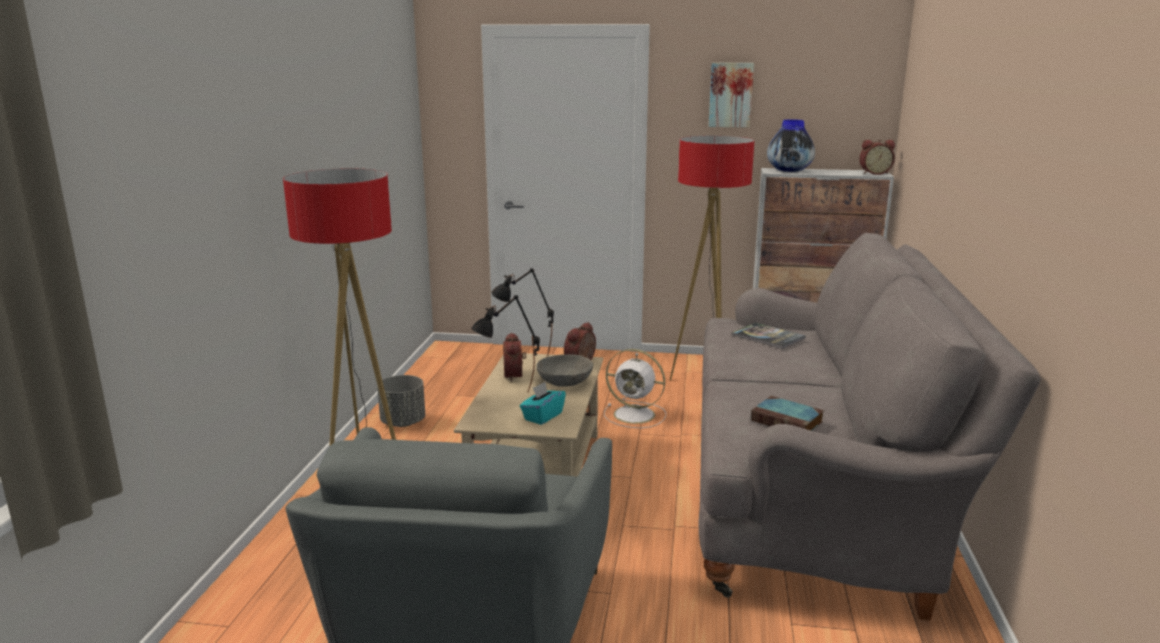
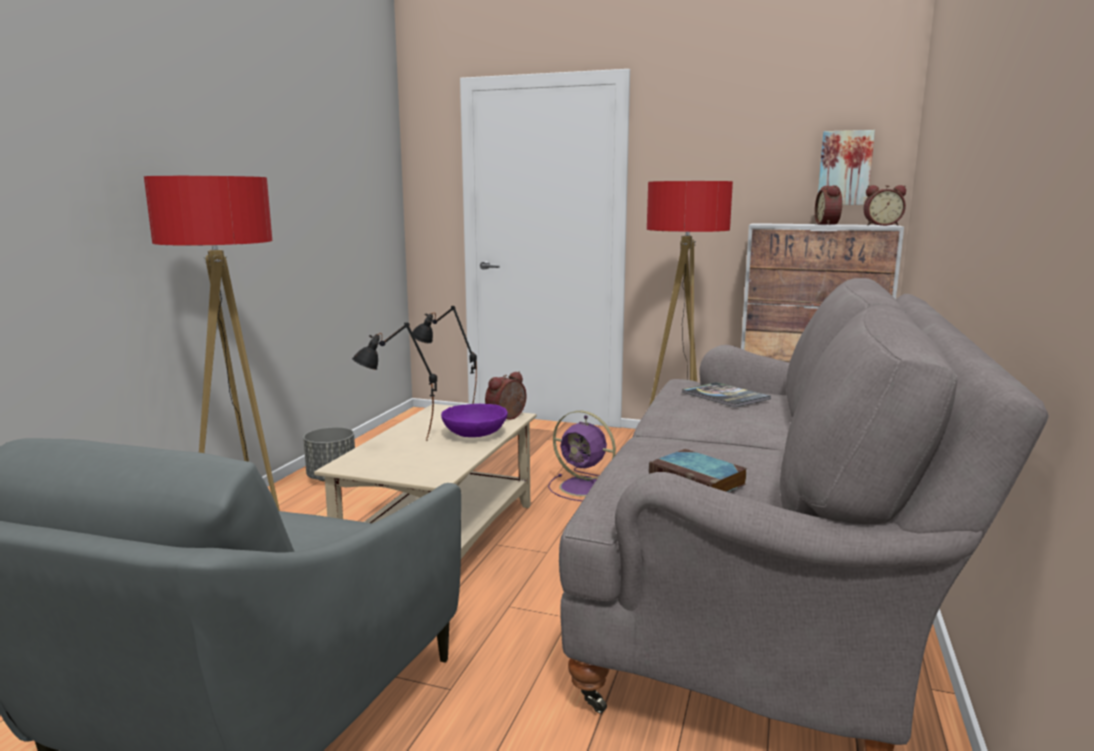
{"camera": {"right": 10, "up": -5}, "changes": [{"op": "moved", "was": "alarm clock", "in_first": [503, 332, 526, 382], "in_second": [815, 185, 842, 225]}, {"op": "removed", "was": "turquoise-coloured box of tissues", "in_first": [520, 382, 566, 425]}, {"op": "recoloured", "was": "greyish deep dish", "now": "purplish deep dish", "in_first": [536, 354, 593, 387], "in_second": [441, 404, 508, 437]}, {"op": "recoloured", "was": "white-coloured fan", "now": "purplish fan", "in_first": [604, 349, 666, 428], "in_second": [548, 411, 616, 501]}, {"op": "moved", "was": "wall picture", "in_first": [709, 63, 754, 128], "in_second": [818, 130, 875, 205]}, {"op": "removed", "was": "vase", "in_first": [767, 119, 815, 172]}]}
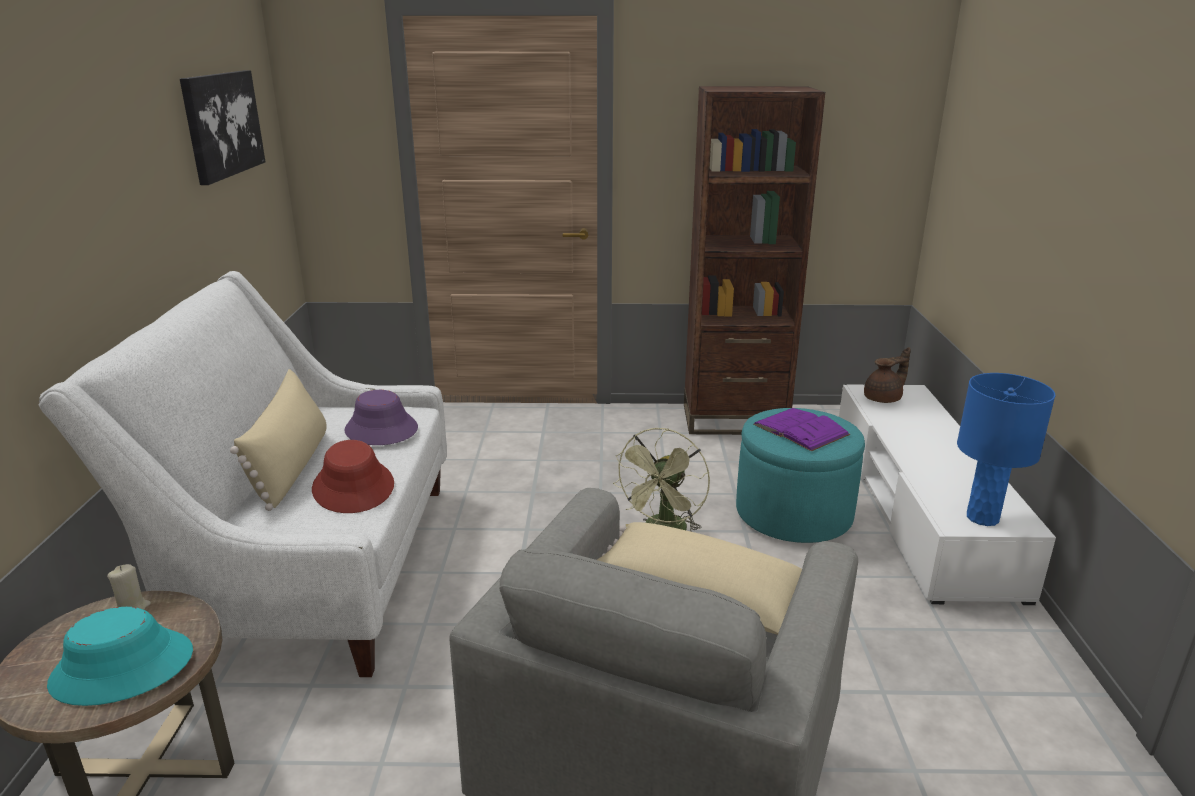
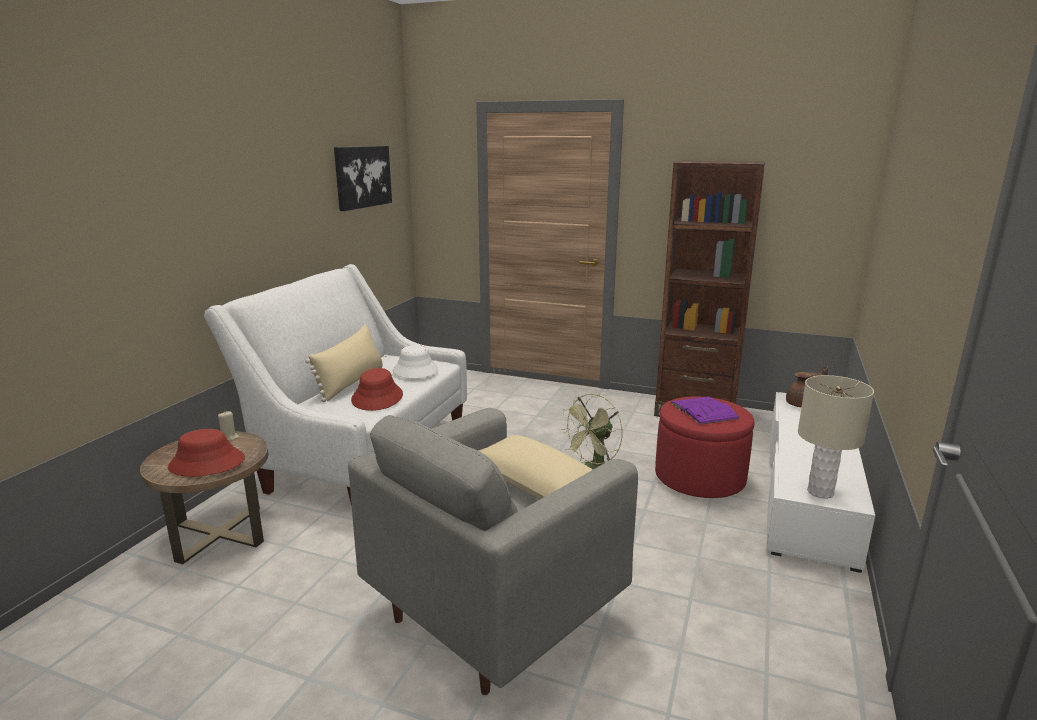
{"camera": {"right": 20, "up": -5}, "changes": [{"op": "recoloured", "was": "turquoise-coloured clothing hat", "now": "red clothing hat", "in_first": [47, 607, 193, 706], "in_second": [168, 429, 245, 477]}, {"op": "recoloured", "was": "purplish clothing hat", "now": "white-coloured clothing hat", "in_first": [344, 390, 418, 445], "in_second": [393, 345, 438, 378]}, {"op": "recoloured", "was": "turquoise-coloured pouffe", "now": "red pouffe", "in_first": [736, 408, 865, 543], "in_second": [655, 396, 754, 498]}, {"op": "recoloured", "was": "blue-coloured lamp for a table", "now": "beige-coloured lamp for a table", "in_first": [957, 373, 1056, 526], "in_second": [798, 375, 874, 499]}]}
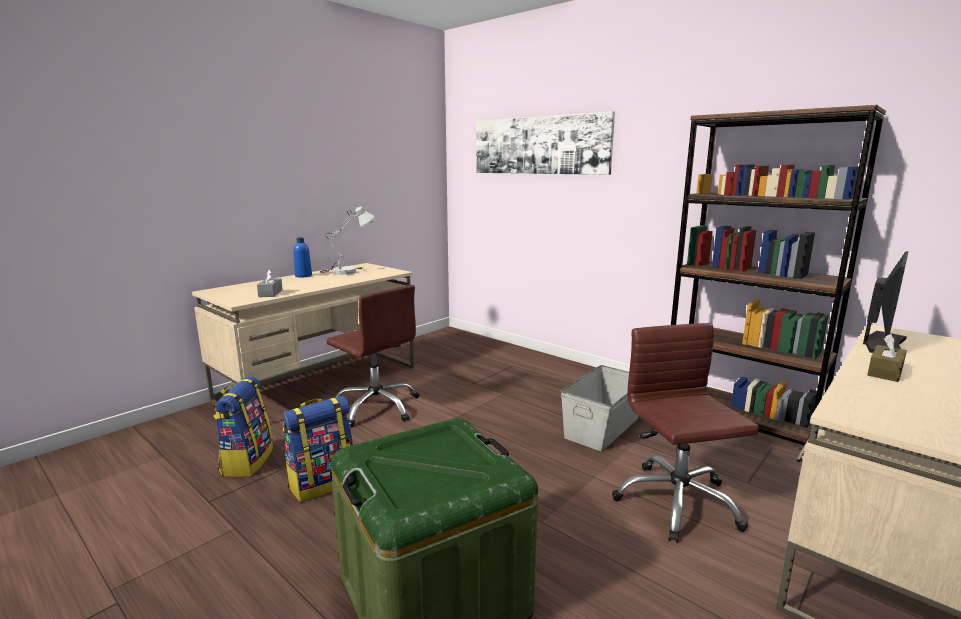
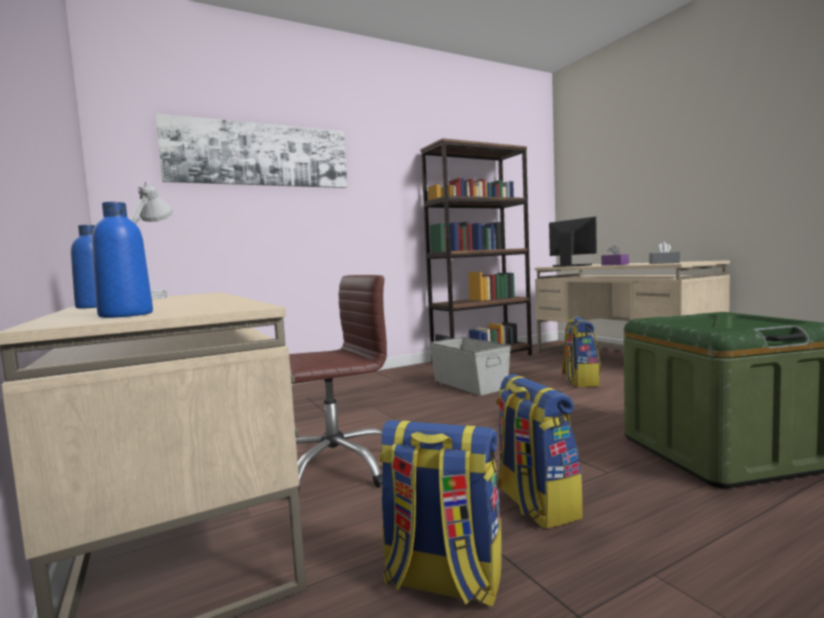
{"camera": {"right": -70, "up": -10}, "changes": [{"op": "moved", "was": "greyish box of tissues", "in_first": [257, 269, 283, 297], "in_second": [649, 242, 680, 264]}, {"op": "replaced", "was": "brownish computer chair", "now": "rucksack", "in_first": [612, 323, 760, 543], "in_second": [562, 316, 601, 387]}, {"op": "recoloured", "was": "brownish box of tissues", "now": "purplish box of tissues", "in_first": [867, 334, 907, 382], "in_second": [601, 245, 629, 265]}, {"op": "added", "now": "blue-coloured bottle", "in_second": [92, 202, 153, 318]}]}
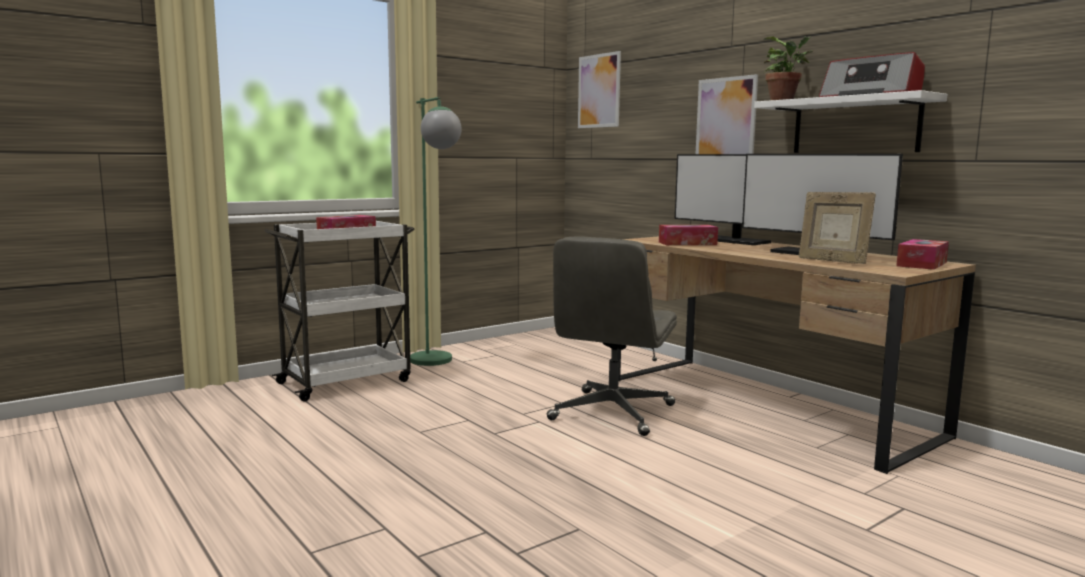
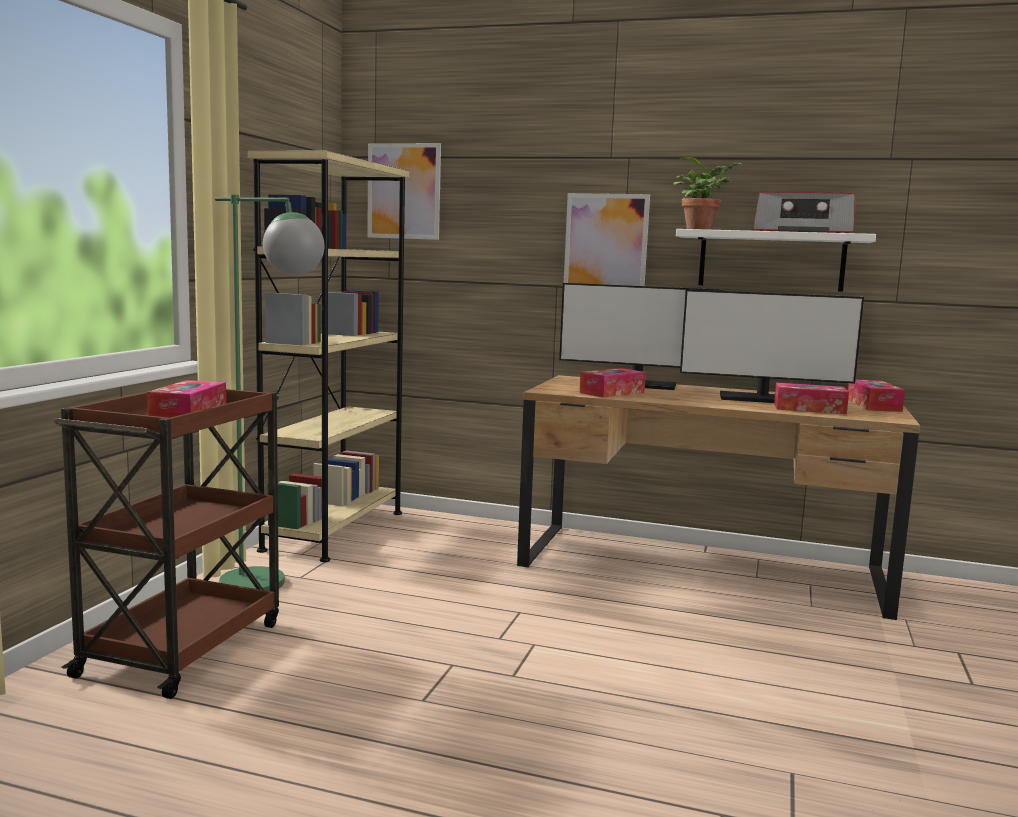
{"camera": {"right": -35, "up": 0}, "changes": [{"op": "recoloured", "was": "white-coloured trolley", "now": "brownish trolley", "in_first": [264, 220, 415, 401], "in_second": [53, 389, 279, 699]}, {"op": "removed", "was": "greyish computer chair", "in_first": [547, 236, 677, 436]}, {"op": "replaced", "was": "standing frame", "now": "box of tissues", "in_first": [799, 192, 876, 264], "in_second": [774, 383, 849, 414]}, {"op": "added", "now": "beige-coloured shelving unit", "in_second": [248, 151, 409, 562]}]}
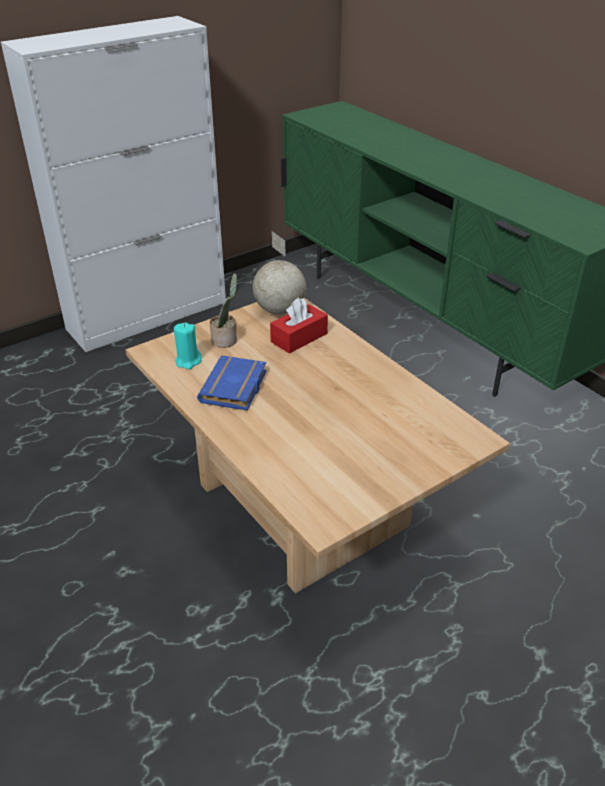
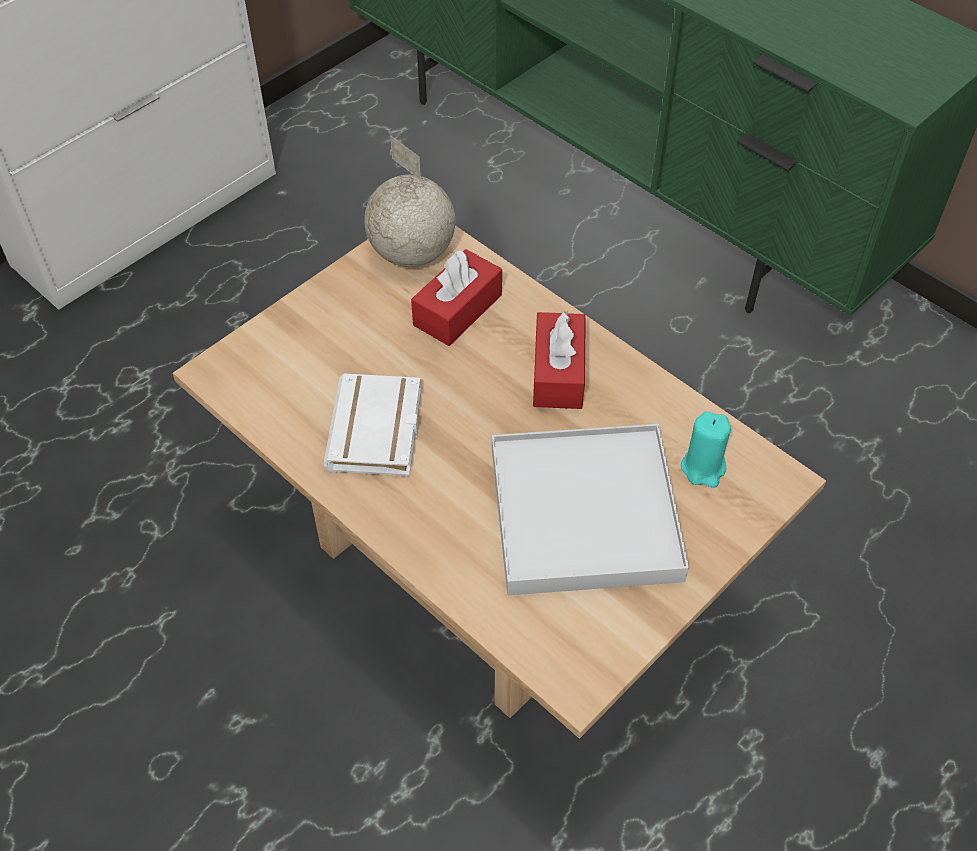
{"camera": {"right": -10, "up": 15}, "changes": [{"op": "moved", "was": "turquoise-coloured candle", "in_first": [174, 323, 202, 370], "in_second": [681, 411, 731, 488]}, {"op": "recoloured", "was": "blue-coloured volume", "now": "white-coloured volume", "in_first": [197, 356, 267, 410], "in_second": [324, 373, 421, 476]}, {"op": "removed", "was": "plant in a pot", "in_first": [210, 273, 237, 348]}, {"op": "added", "now": "white-coloured tray", "in_second": [492, 424, 689, 595]}, {"op": "added", "now": "red box of tissues", "in_second": [533, 311, 586, 409]}]}
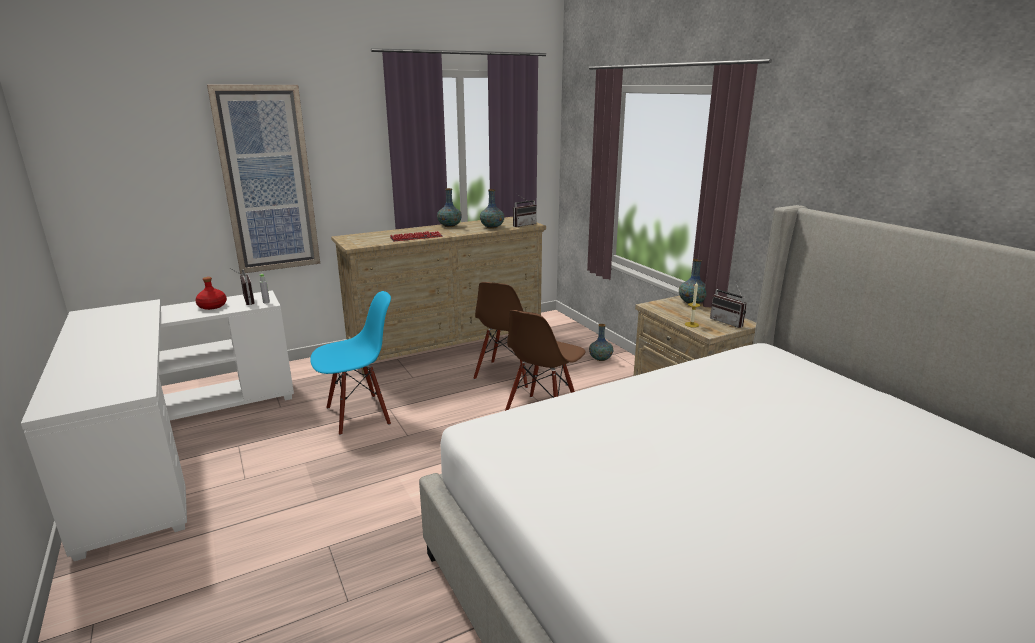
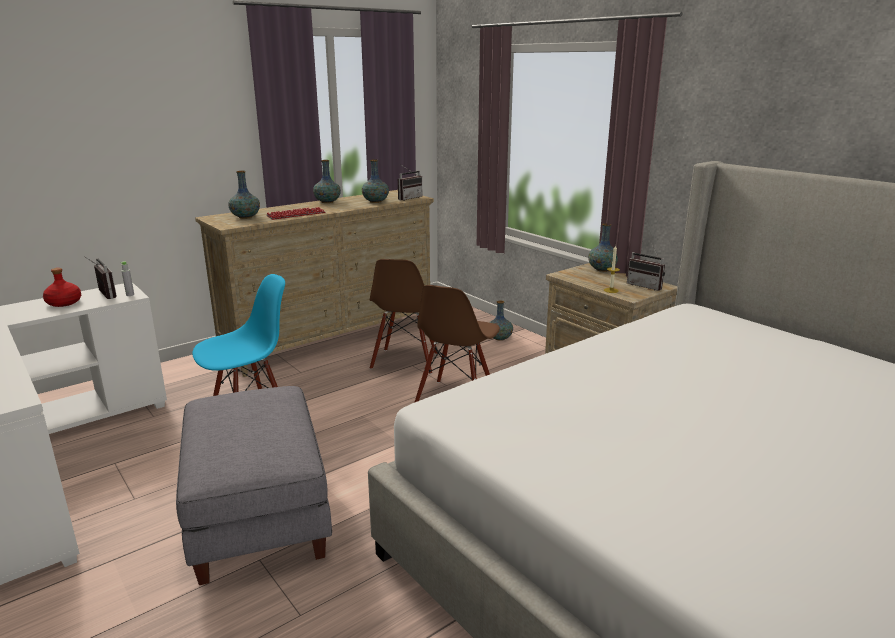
{"camera": {"right": -10, "up": 0}, "changes": [{"op": "removed", "was": "wall picture", "in_first": [207, 85, 320, 274]}, {"op": "added", "now": "greyish pouffe", "in_second": [176, 386, 332, 585]}, {"op": "added", "now": "vase", "in_second": [228, 171, 260, 219]}]}
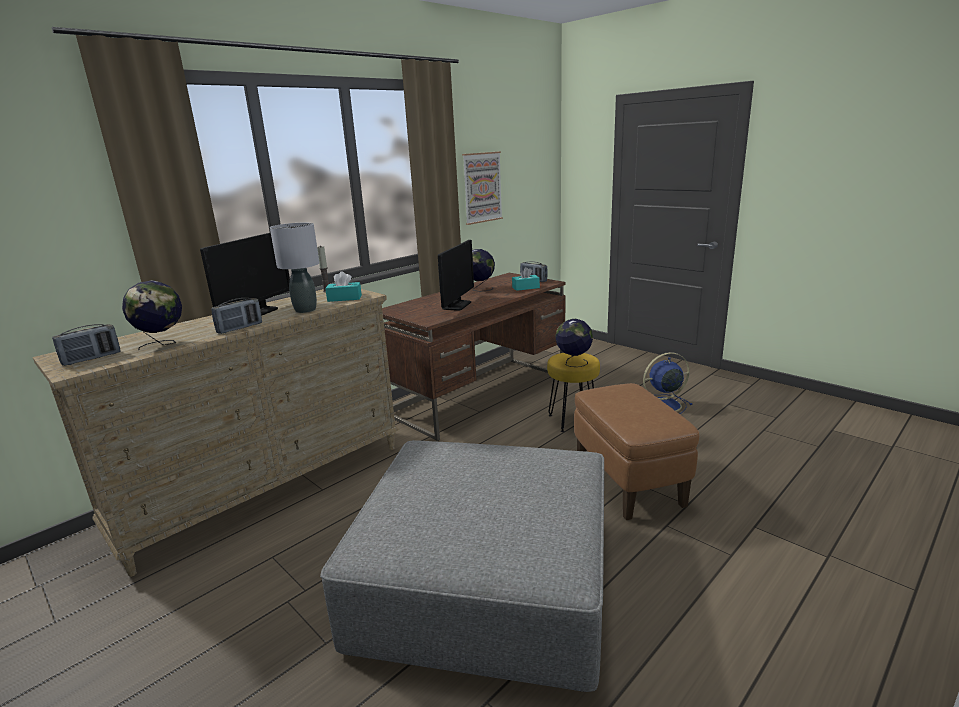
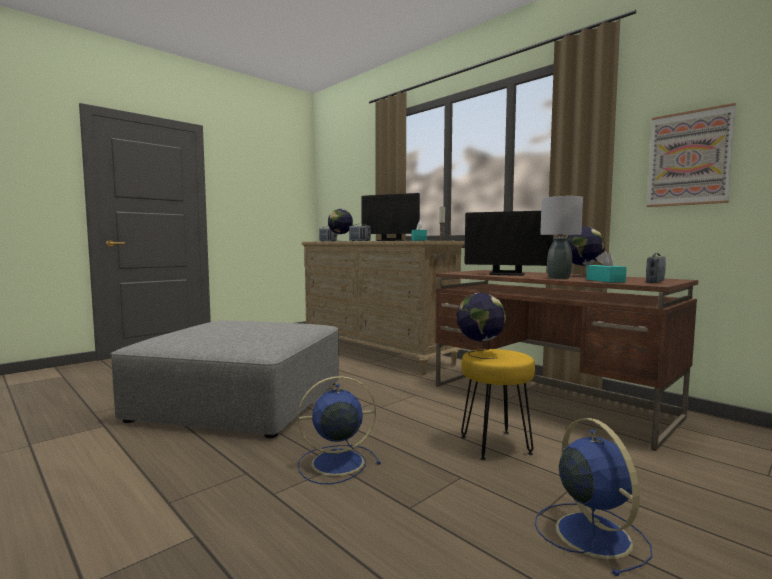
{"camera": {"right": 90, "up": -15}, "changes": [{"op": "moved", "was": "greyish lamp for a table", "in_first": [270, 223, 319, 313], "in_second": [540, 196, 583, 279]}, {"op": "replaced", "was": "brownish pouffe", "now": "blue-coloured fan", "in_first": [574, 383, 699, 520], "in_second": [298, 376, 381, 484]}]}
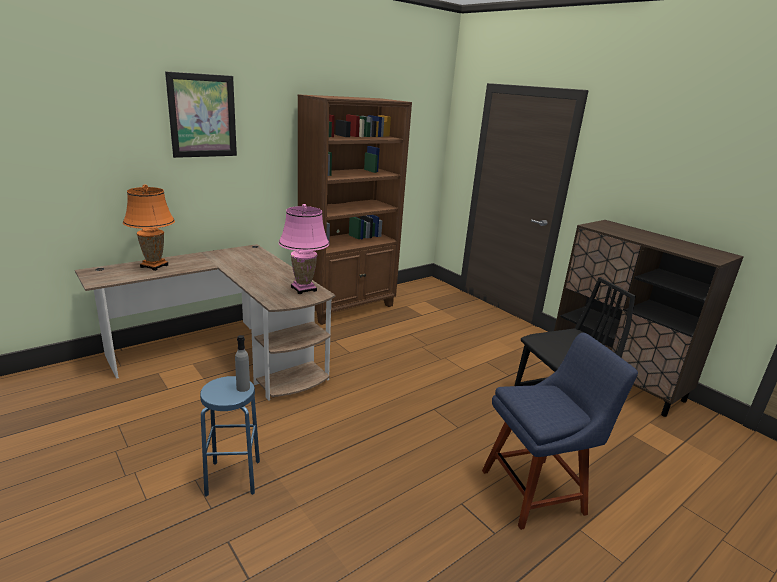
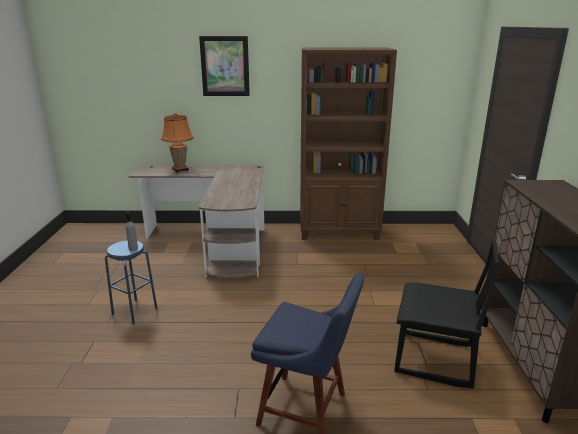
{"camera": {"right": 40, "up": 0}, "changes": [{"op": "removed", "was": "pink-coloured lamp for a table", "in_first": [279, 204, 329, 294]}]}
